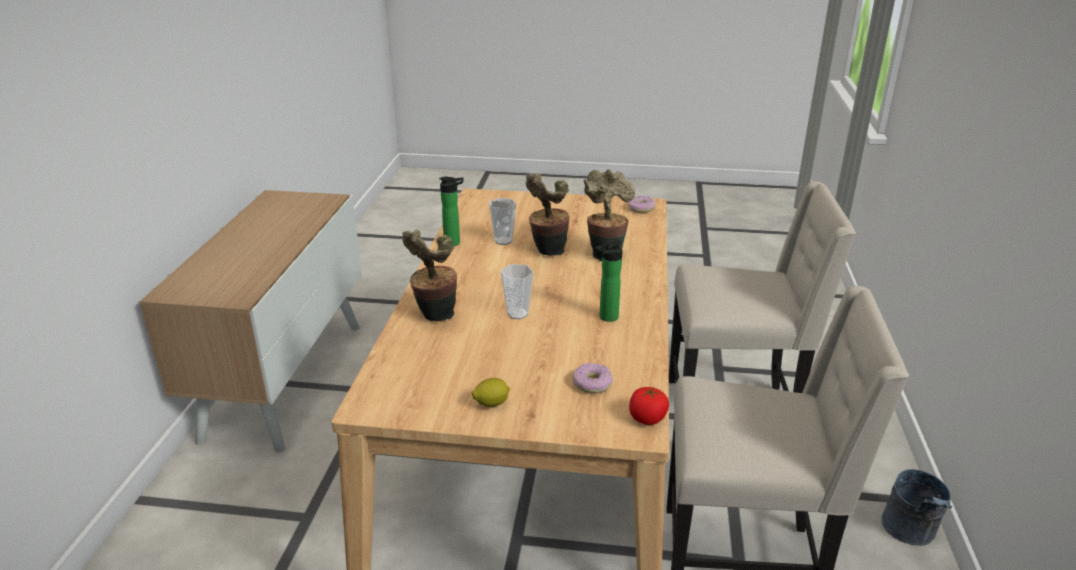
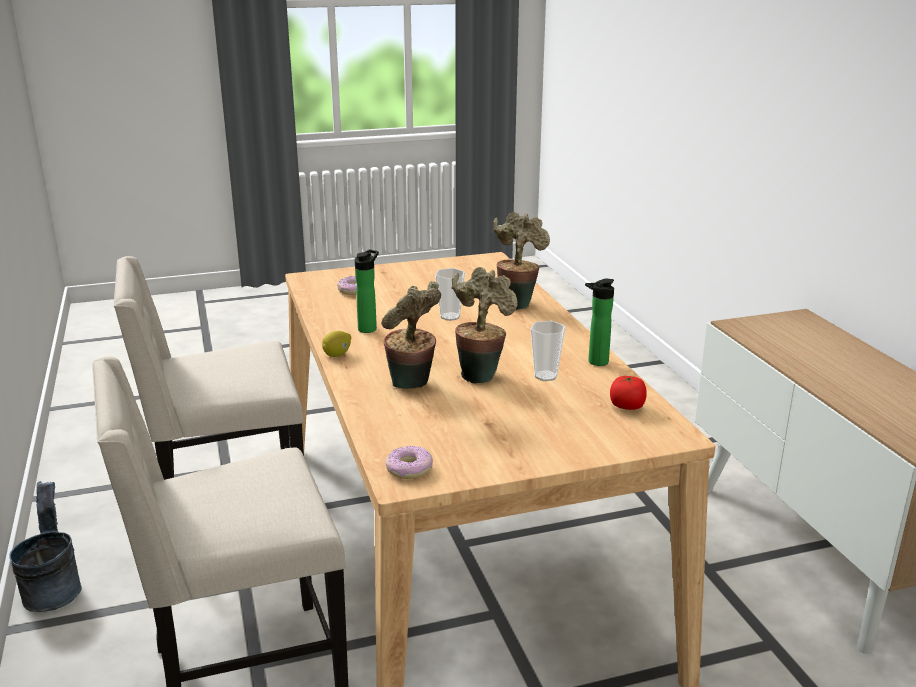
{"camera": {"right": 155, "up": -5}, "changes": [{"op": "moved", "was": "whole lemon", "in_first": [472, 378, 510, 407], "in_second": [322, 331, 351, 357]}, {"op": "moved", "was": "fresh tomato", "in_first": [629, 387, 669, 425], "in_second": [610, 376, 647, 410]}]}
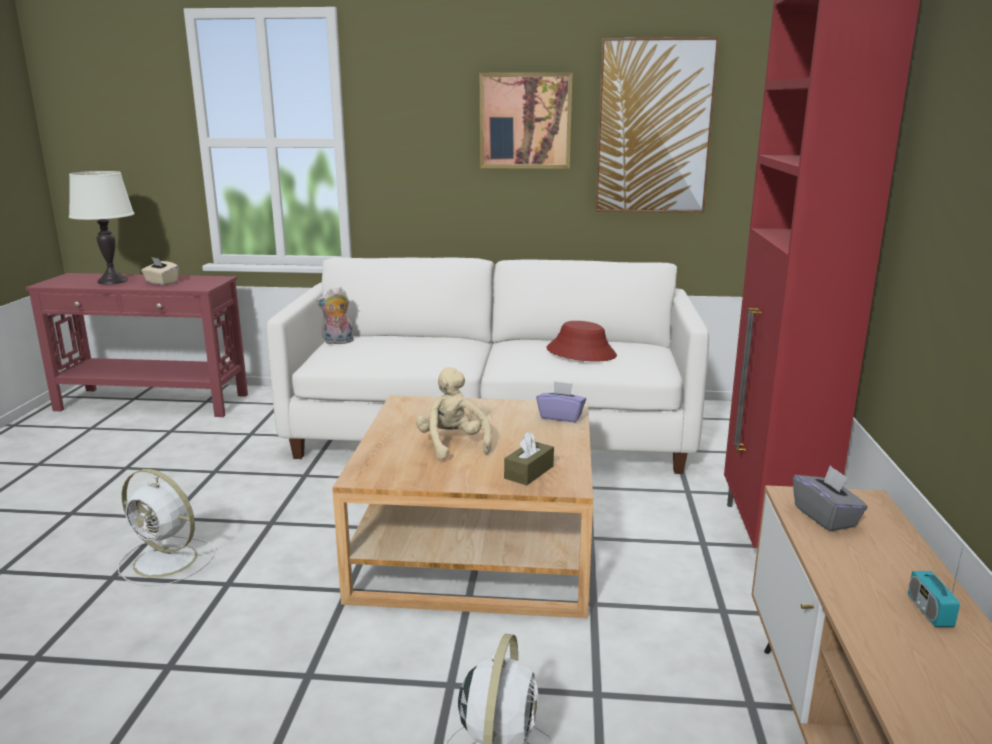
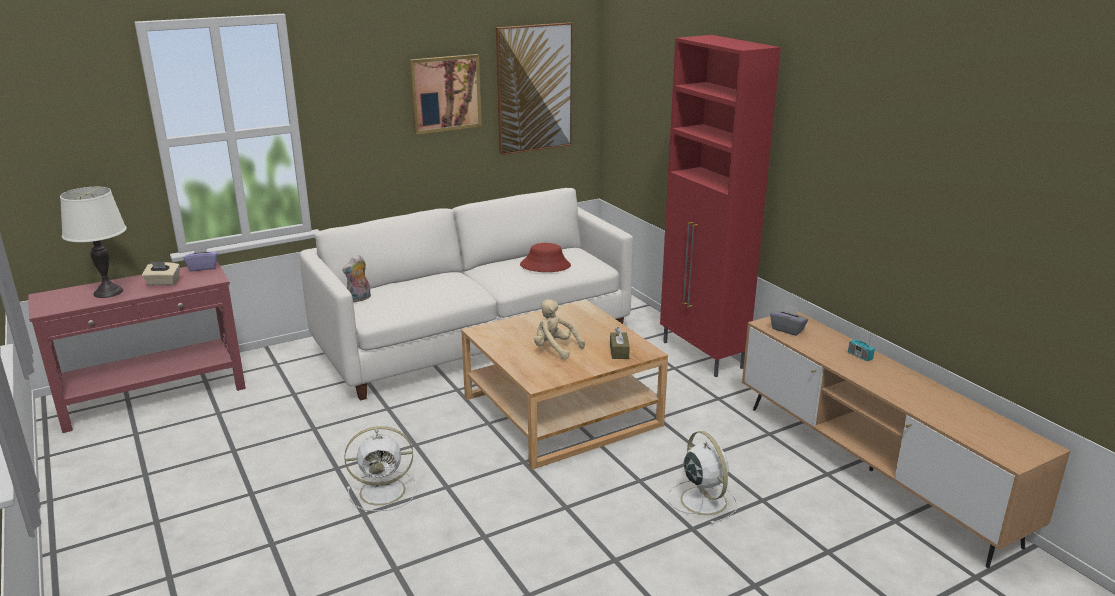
{"camera": {"right": -35, "up": 5}, "changes": [{"op": "moved", "was": "purplish box of tissues", "in_first": [536, 381, 586, 422], "in_second": [184, 244, 218, 271]}]}
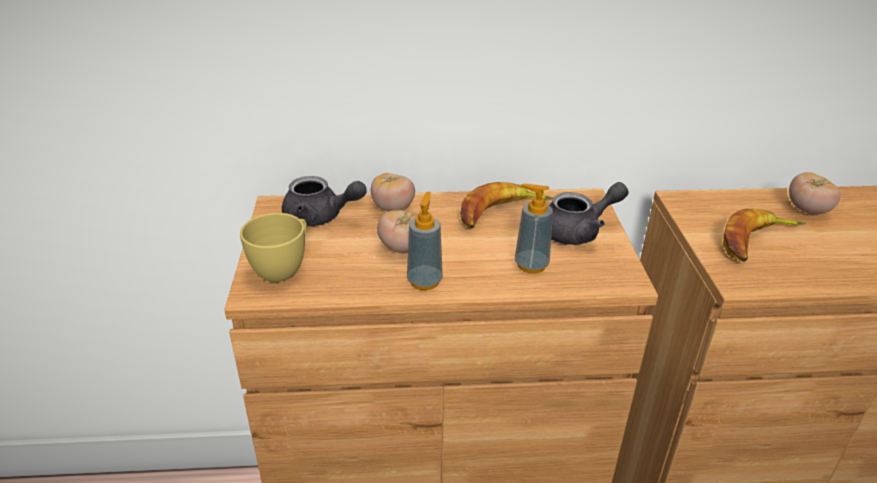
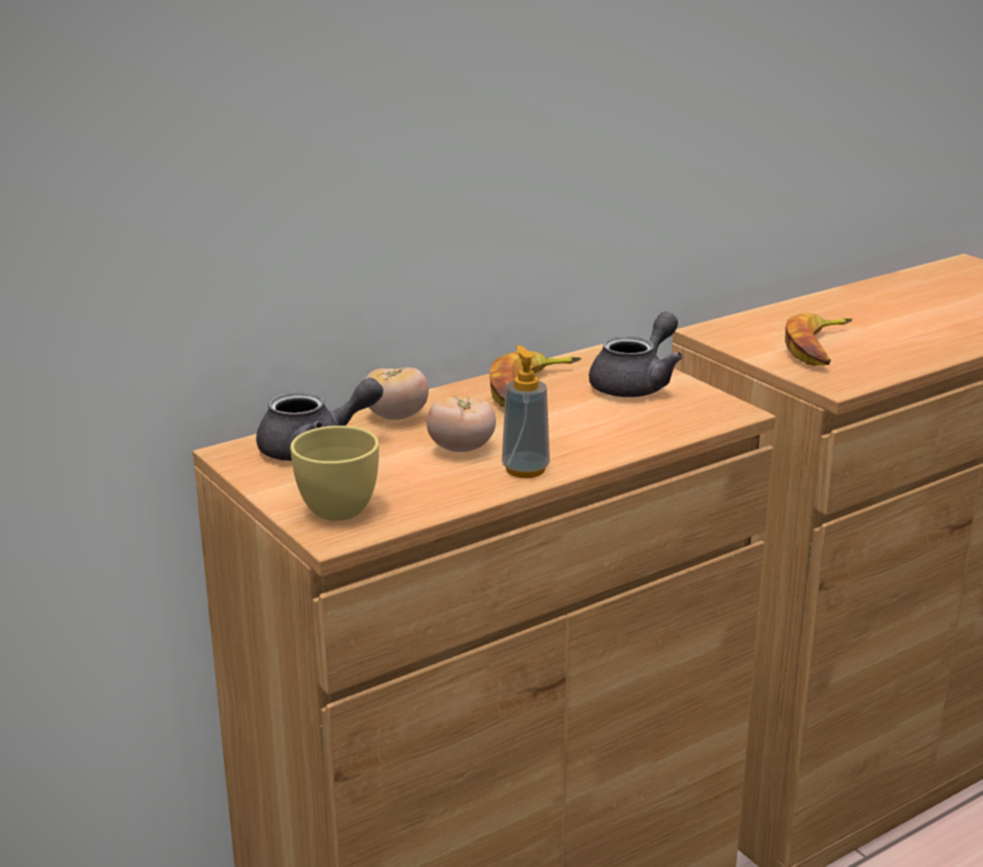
{"camera": {"right": -30, "up": -10}, "changes": [{"op": "removed", "was": "soap dispenser", "in_first": [515, 184, 553, 274]}, {"op": "removed", "was": "fresh tomato", "in_first": [789, 172, 840, 214]}]}
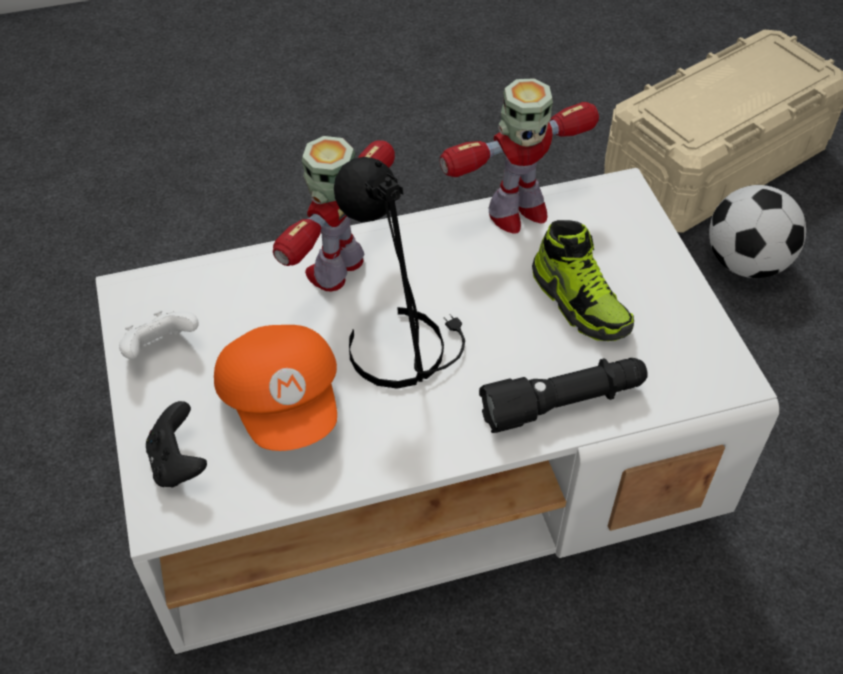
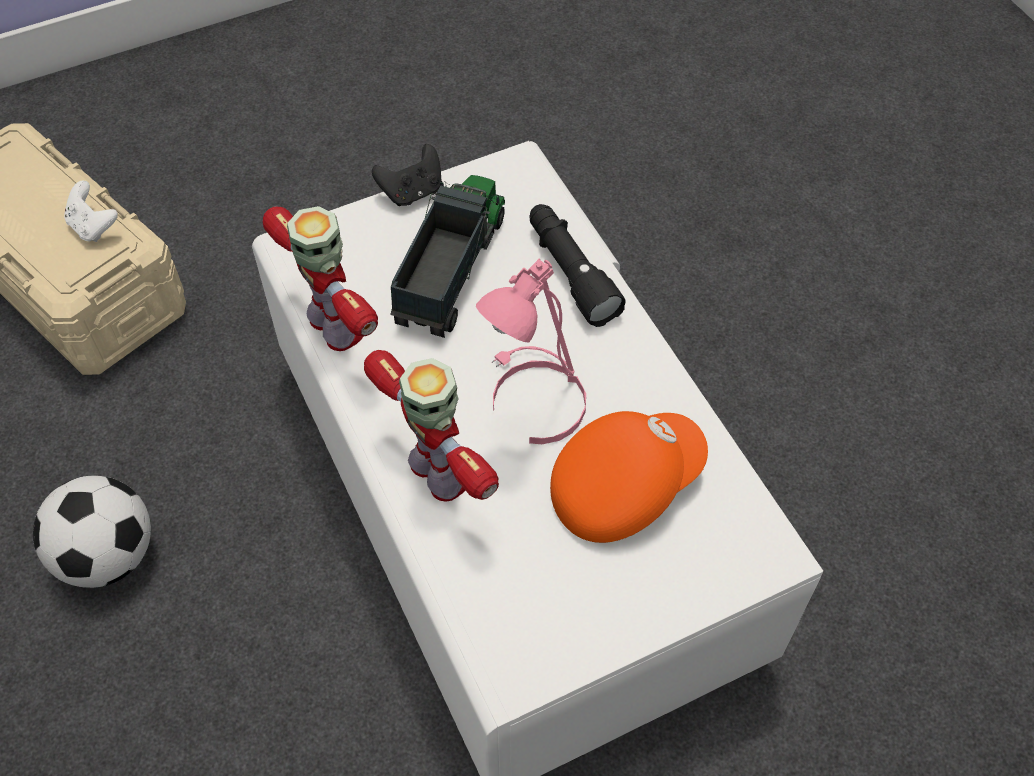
{"camera": {"right": -100, "up": 5}, "changes": [{"op": "moved", "was": "white-coloured gamepad", "in_first": [119, 310, 199, 359], "in_second": [64, 181, 118, 242]}, {"op": "moved", "was": "black-coloured gamepad", "in_first": [146, 401, 207, 488], "in_second": [372, 144, 442, 206]}, {"op": "turned", "was": "toy robot", "in_first": [273, 136, 395, 292], "in_second": [364, 350, 499, 502], "clockwise": -150}, {"op": "recoloured", "was": "black-coloured lamp for a table", "now": "pink-coloured lamp for a table", "in_first": [334, 157, 465, 389], "in_second": [476, 258, 586, 444]}, {"op": "replaced", "was": "item of footwear", "now": "toy truck", "in_first": [532, 220, 634, 341], "in_second": [390, 175, 505, 338]}, {"op": "moved", "was": "ball for football", "in_first": [709, 185, 806, 278], "in_second": [33, 476, 151, 588]}]}
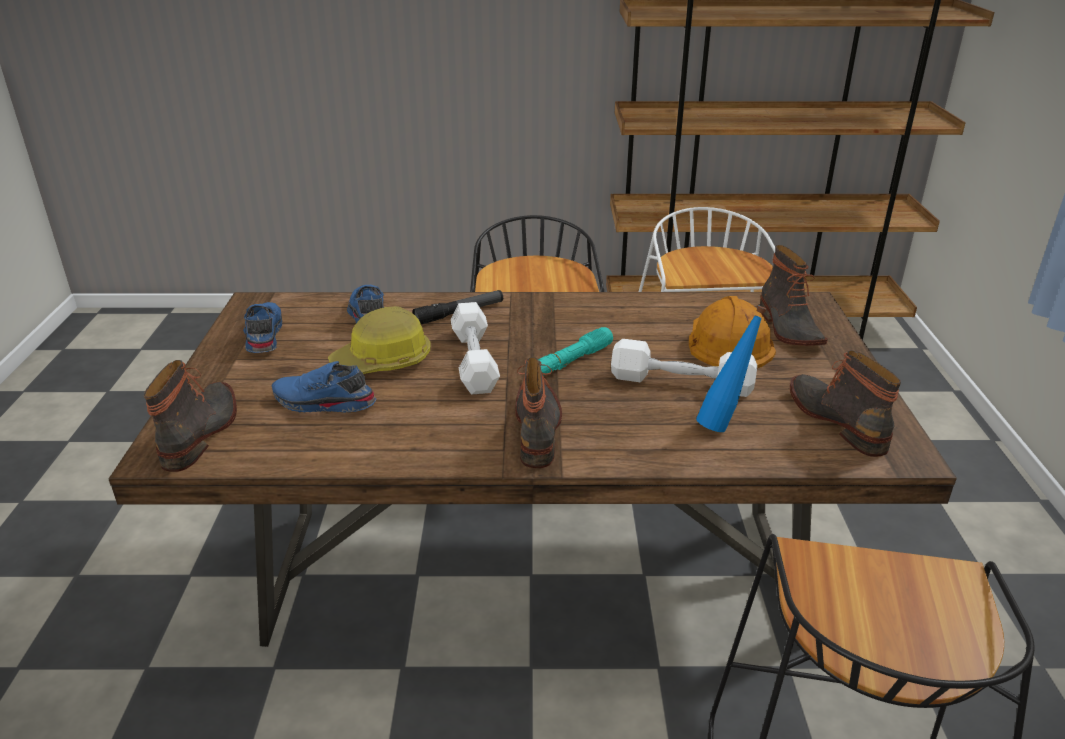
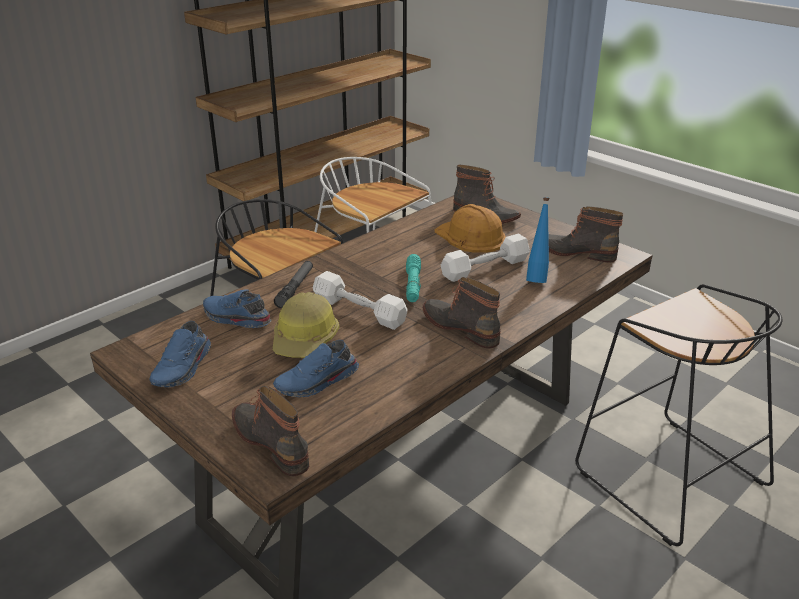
{"camera": {"right": -45, "up": 0}, "changes": [{"op": "turned", "was": "blue-coloured item of footwear", "in_first": [243, 302, 282, 353], "in_second": [150, 321, 211, 387], "clockwise": -105}]}
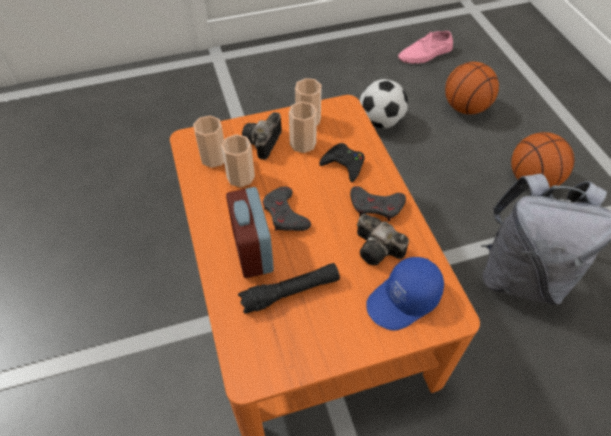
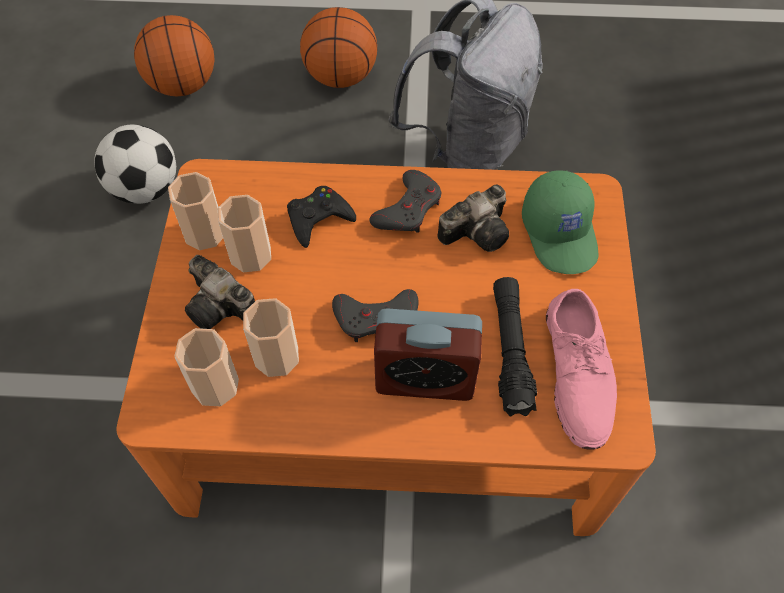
{"camera": {"right": -70, "up": 5}, "changes": [{"op": "recoloured", "was": "blue-coloured peaked cap", "now": "green peaked cap", "in_first": [366, 257, 444, 331], "in_second": [522, 170, 598, 274]}, {"op": "moved", "was": "pink-coloured item of footwear", "in_first": [398, 31, 453, 64], "in_second": [546, 289, 617, 450]}]}
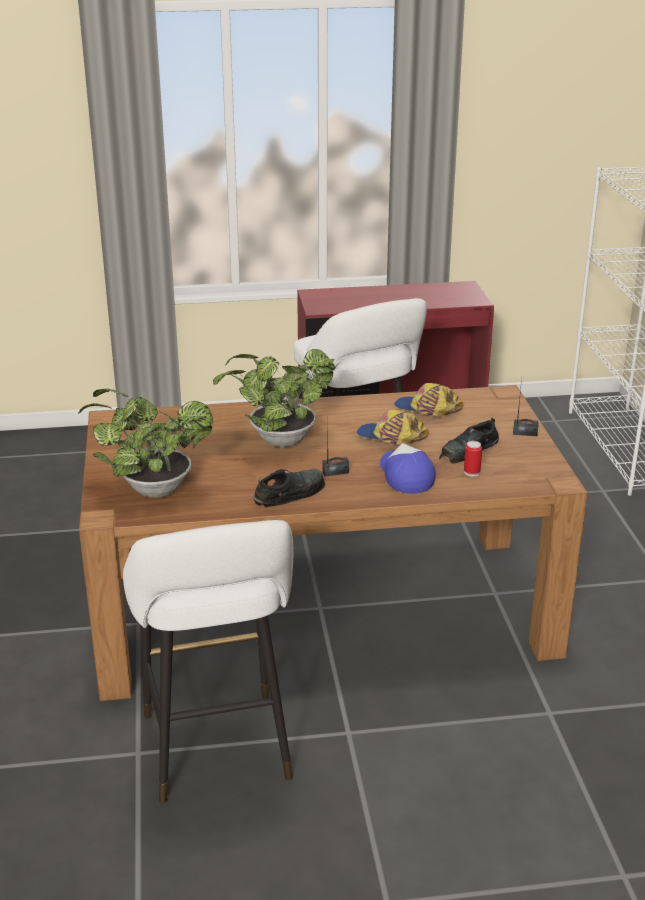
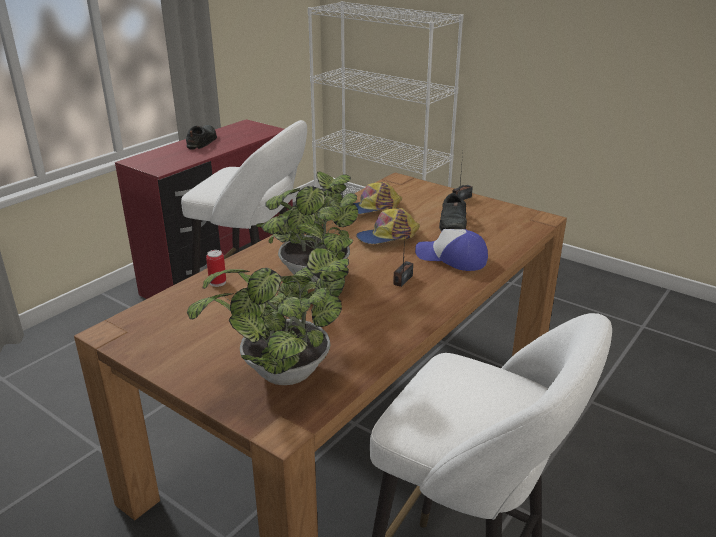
{"camera": {"right": -45, "up": 0}, "changes": [{"op": "moved", "was": "black-coloured item of footwear", "in_first": [253, 469, 325, 507], "in_second": [186, 125, 217, 150]}, {"op": "moved", "was": "metal can", "in_first": [464, 441, 482, 476], "in_second": [206, 250, 226, 287]}]}
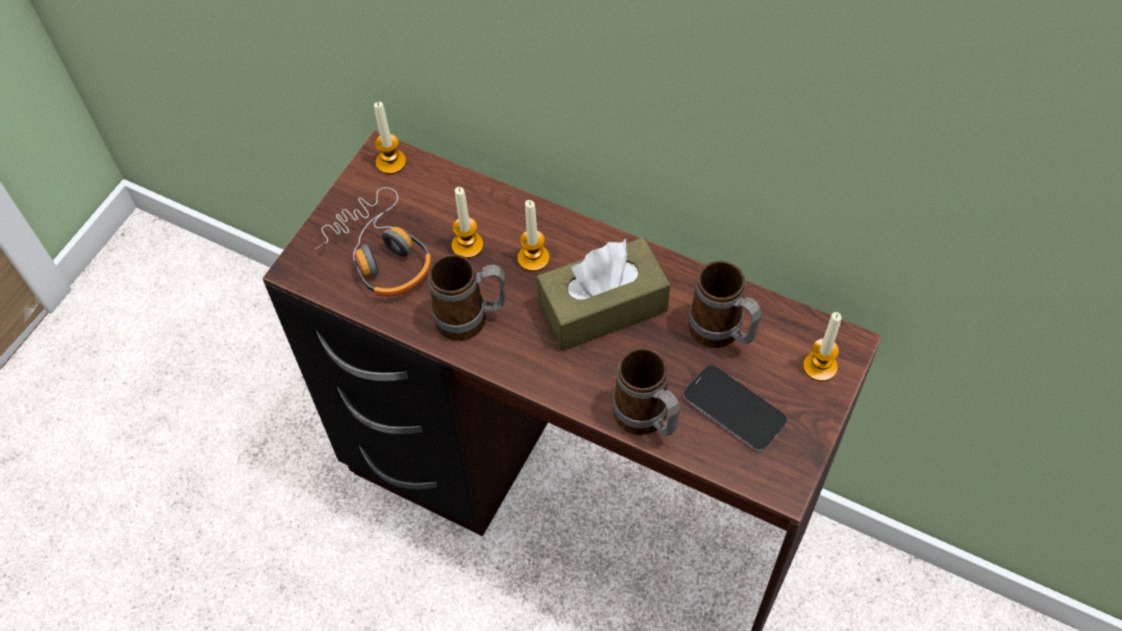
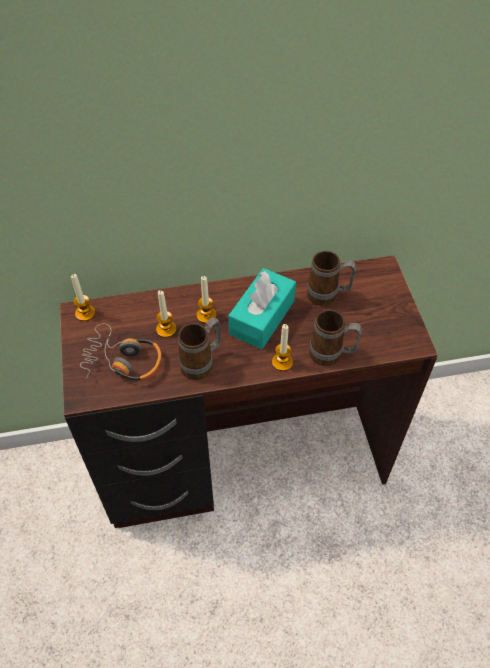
{"camera": {"right": -40, "up": -5}, "changes": [{"op": "recoloured", "was": "brownish box of tissues", "now": "turquoise-coloured box of tissues", "in_first": [536, 237, 670, 351], "in_second": [228, 268, 296, 349]}, {"op": "removed", "was": "phone", "in_first": [684, 365, 787, 451]}, {"op": "moved", "was": "candle", "in_first": [803, 312, 841, 382], "in_second": [272, 324, 293, 371]}]}
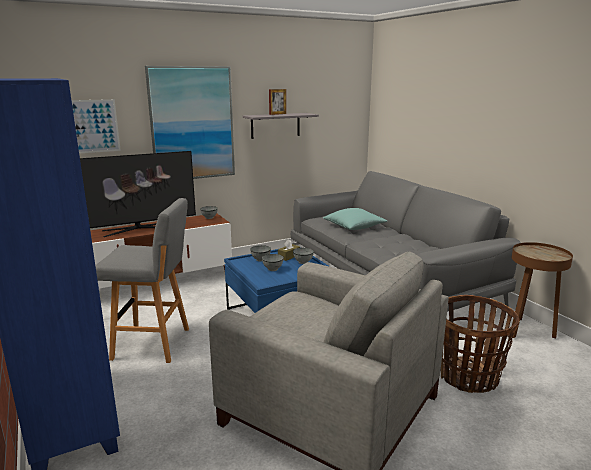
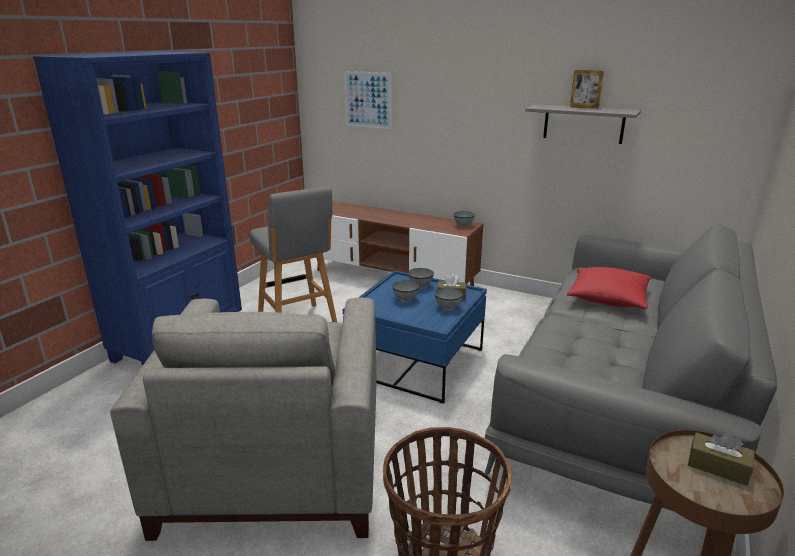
{"camera": {"right": 55, "up": 5}, "changes": [{"op": "removed", "was": "TV", "in_first": [80, 151, 196, 237]}, {"op": "removed", "was": "wall picture", "in_first": [145, 66, 235, 179]}, {"op": "recoloured", "was": "turquoise-coloured pillow", "now": "red pillow", "in_first": [323, 208, 387, 230], "in_second": [567, 267, 651, 309]}, {"op": "added", "now": "brownish box of tissues", "in_second": [688, 432, 755, 486]}]}
